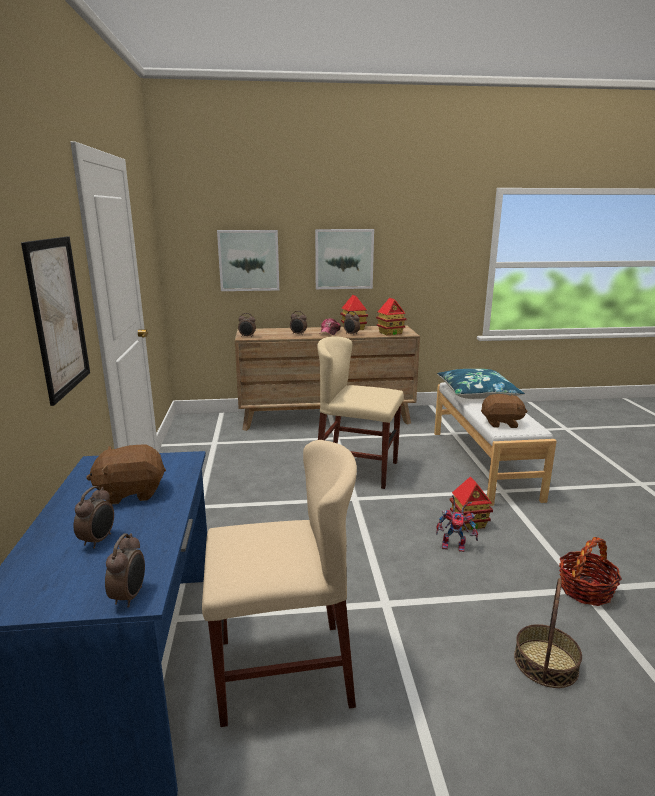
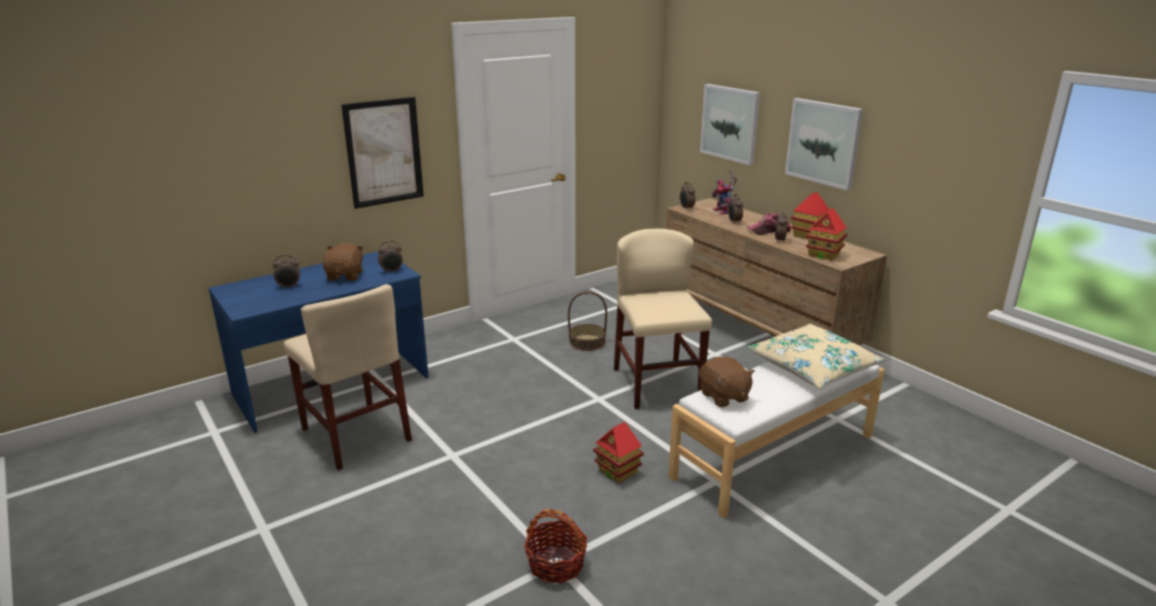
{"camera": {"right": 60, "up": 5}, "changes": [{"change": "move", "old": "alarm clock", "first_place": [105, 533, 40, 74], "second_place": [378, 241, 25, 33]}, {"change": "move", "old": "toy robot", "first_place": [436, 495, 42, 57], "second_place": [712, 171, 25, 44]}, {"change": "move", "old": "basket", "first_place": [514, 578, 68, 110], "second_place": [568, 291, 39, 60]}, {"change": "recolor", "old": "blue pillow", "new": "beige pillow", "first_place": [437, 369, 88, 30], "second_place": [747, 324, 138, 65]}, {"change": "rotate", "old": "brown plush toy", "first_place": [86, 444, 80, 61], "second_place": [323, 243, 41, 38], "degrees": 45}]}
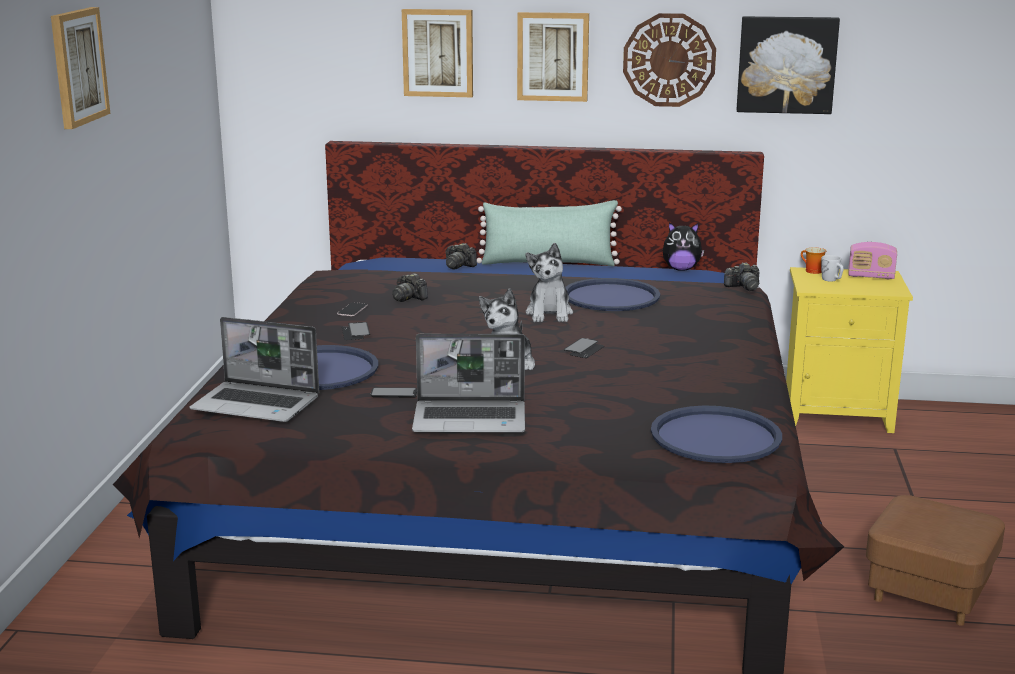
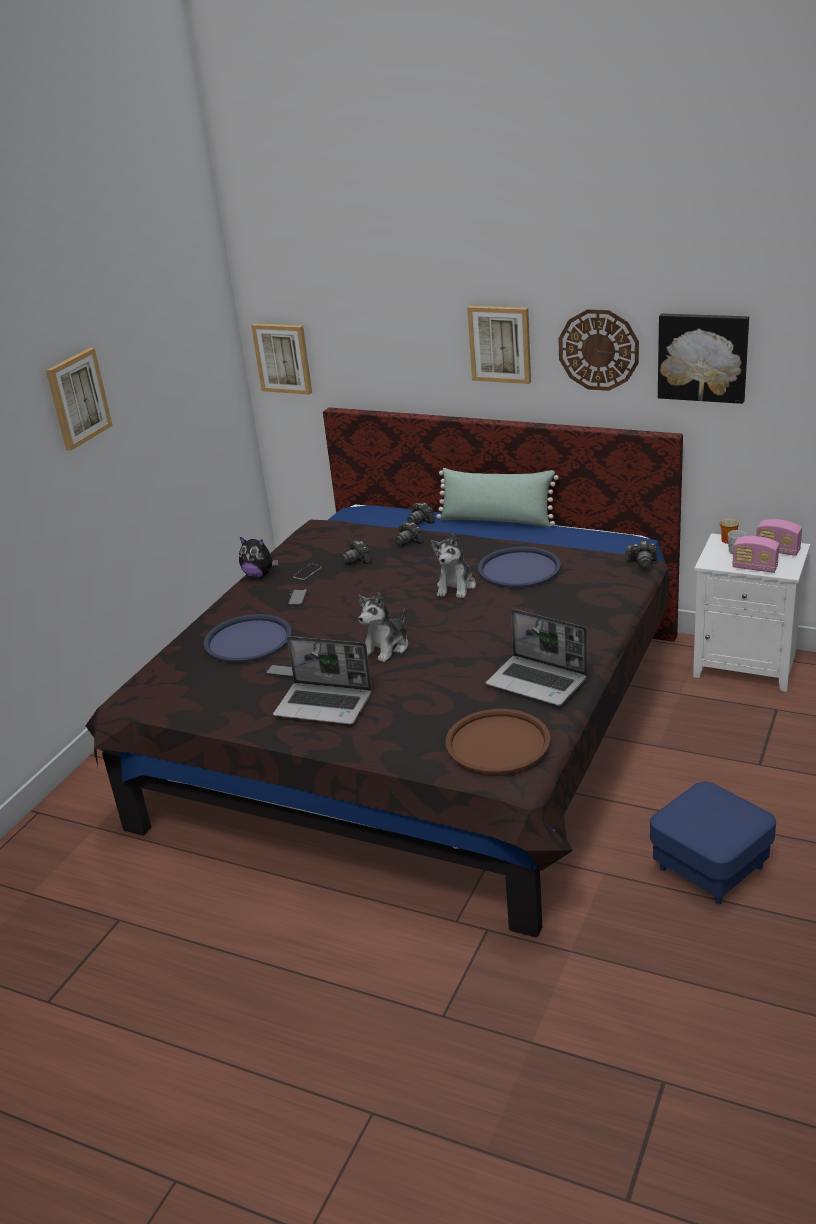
{"camera": {"right": 20, "up": 10}, "changes": [{"change": "delete", "old": "phone", "first_place": [563, 338, 41, 20]}, {"change": "insert", "new": "photo camera", "second_place": [395, 522, 29, 24]}, {"change": "insert", "new": "radio", "second_place": [732, 536, 47, 37]}, {"change": "move", "old": "laptop", "first_place": [189, 317, 130, 105], "second_place": [486, 609, 102, 97]}, {"change": "move", "old": "picture", "first_place": [402, 9, 71, 88], "second_place": [251, 324, 61, 71]}, {"change": "move", "old": "plush toy", "first_place": [663, 222, 41, 49], "second_place": [239, 537, 39, 41]}, {"change": "recolor", "old": "blue tray", "new": "brown tray", "first_place": [651, 405, 131, 58], "second_place": [446, 709, 105, 65]}, {"change": "recolor", "old": "yellow nightstand", "new": "white nightstand", "first_place": [786, 267, 127, 166], "second_place": [693, 533, 117, 159]}, {"change": "recolor", "old": "brown ottoman", "new": "blue ottoman", "first_place": [866, 495, 139, 131], "second_place": [650, 782, 126, 122]}]}
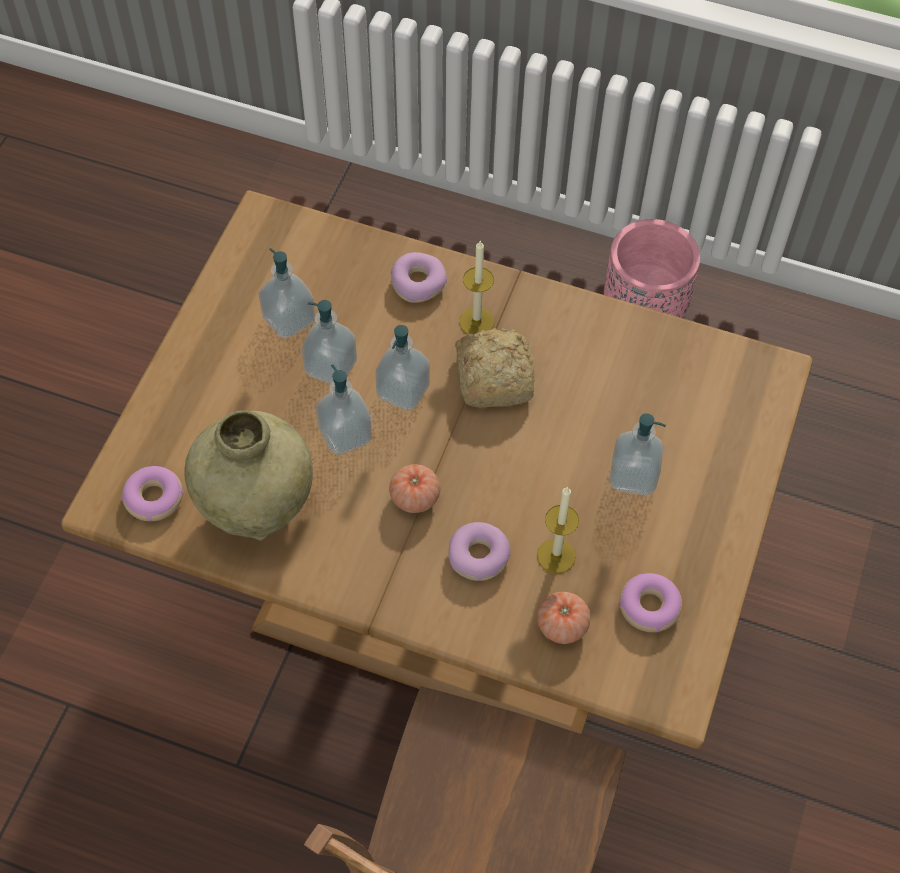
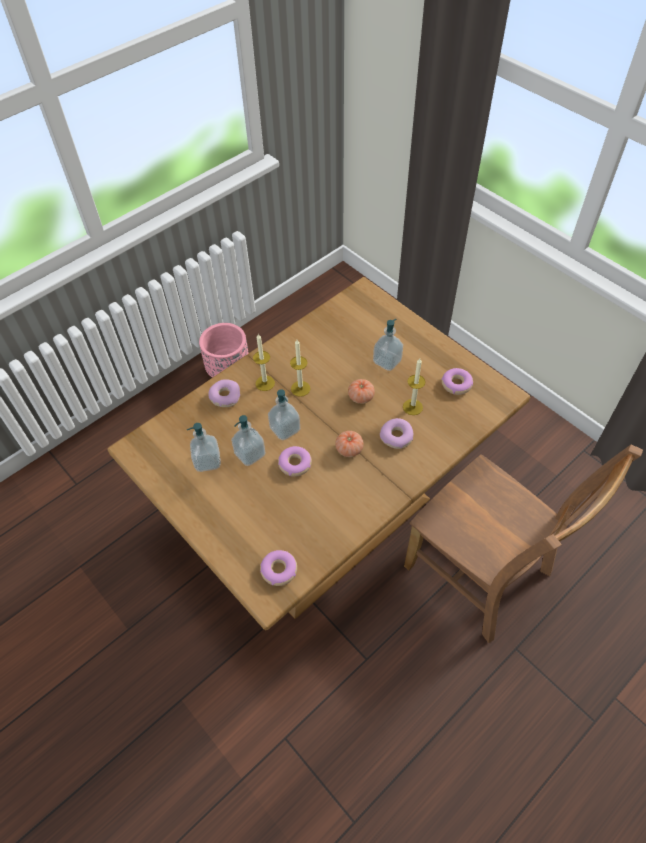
{"camera": {"right": -60, "up": -5}, "changes": [{"change": "delete", "old": "beige vase", "first_place": [184, 410, 129, 131]}, {"change": "move", "old": "tomato", "first_place": [537, 592, 54, 52], "second_place": [348, 379, 27, 25]}, {"change": "replace", "old": "soap dispenser", "new": "donut", "first_place": [316, 365, 56, 90], "second_place": [278, 446, 34, 31]}, {"change": "replace", "old": "bread", "new": "candle", "first_place": [455, 328, 80, 80], "second_place": [290, 340, 21, 57]}]}
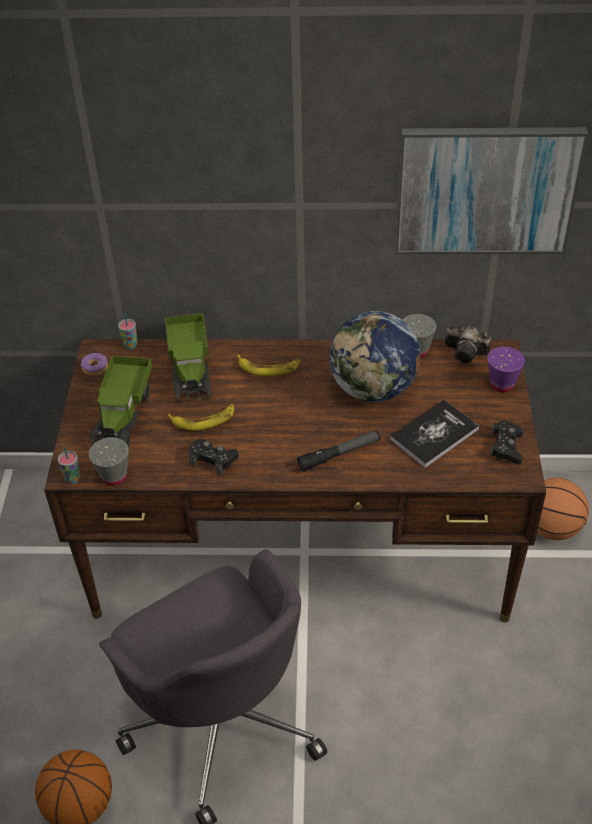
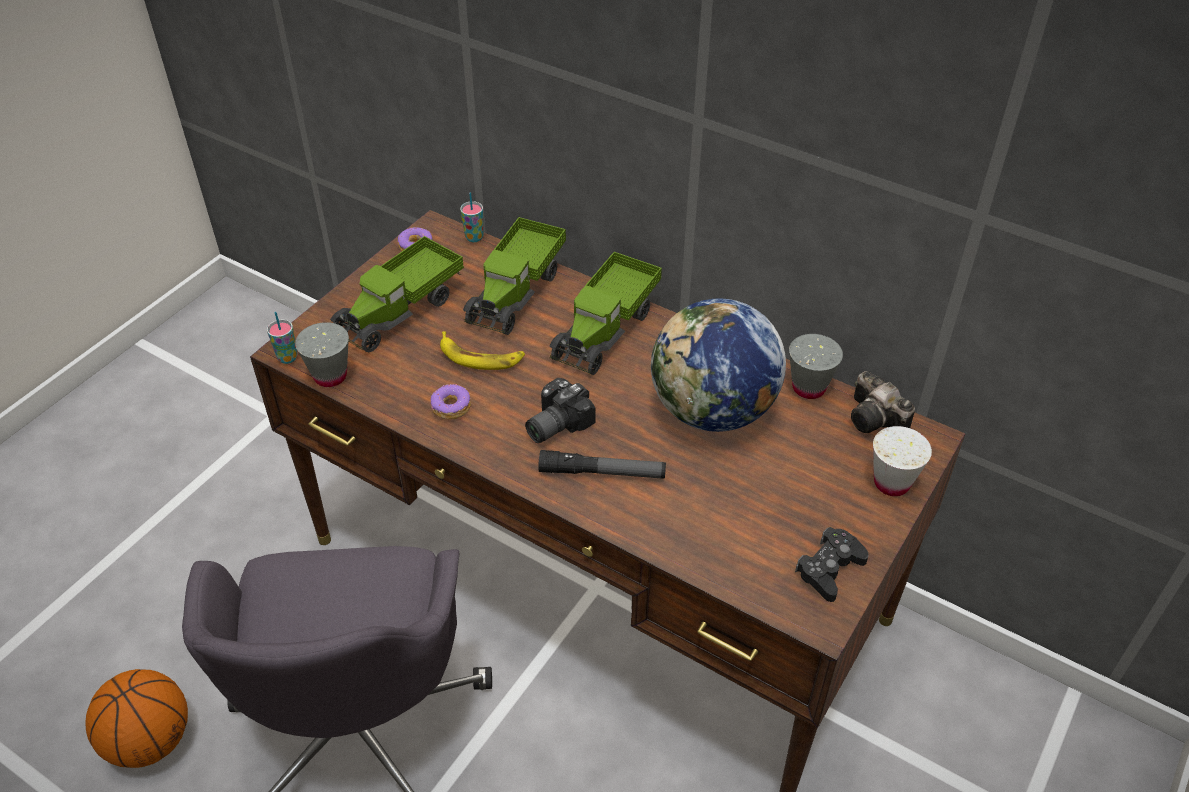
{"camera": {"right": 30, "up": 0}, "changes": [{"change": "delete", "old": "book", "first_place": [390, 400, 89, 68]}, {"change": "delete", "old": "picture", "first_place": [395, 127, 193, 127]}, {"change": "delete", "old": "basketball", "first_place": [537, 478, 52, 62]}, {"change": "insert", "new": "photo camera", "second_place": [525, 378, 71, 65]}, {"change": "replace", "old": "black game controller", "new": "donut", "first_place": [189, 439, 50, 36], "second_place": [431, 384, 40, 35]}, {"change": "replace", "old": "banana", "new": "toy truck", "first_place": [237, 355, 63, 21], "second_place": [550, 252, 112, 123]}, {"change": "recolor", "old": "purple cup", "new": "white cup", "first_place": [488, 347, 37, 46], "second_place": [873, 426, 59, 70]}]}
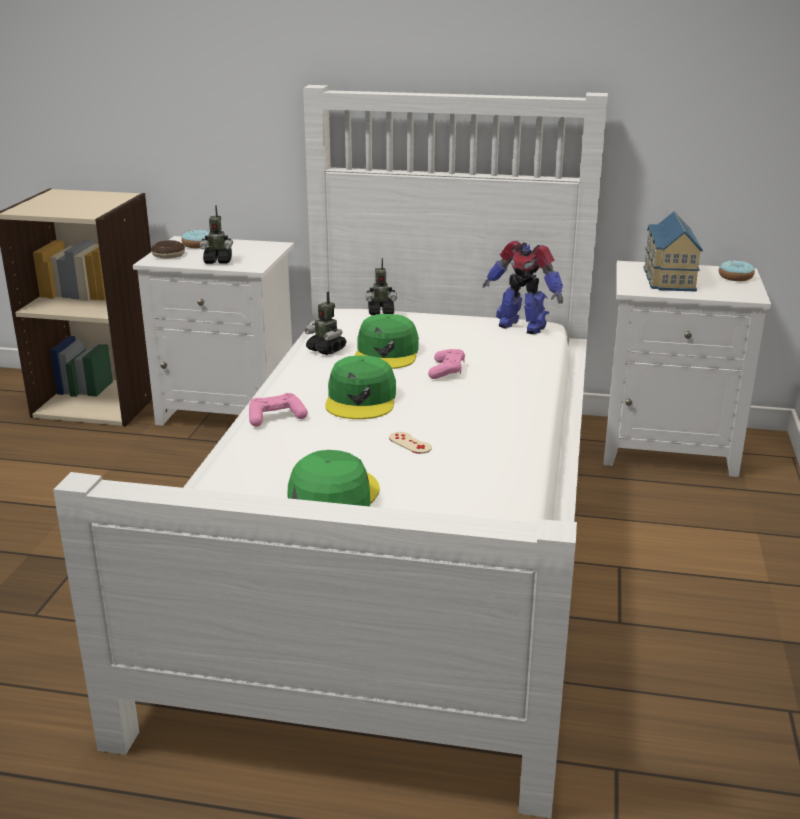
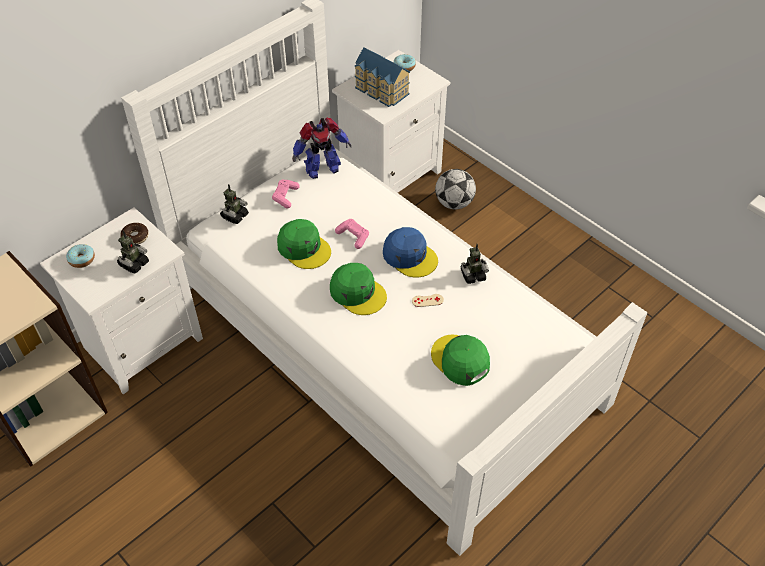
{"camera": {"right": -55, "up": 25}, "changes": [{"change": "insert", "new": "blue cap", "second_place": [383, 227, 55, 50]}, {"change": "insert", "new": "football", "second_place": [435, 169, 41, 41]}, {"change": "move", "old": "donut", "first_place": [151, 240, 34, 19], "second_place": [120, 223, 29, 21]}, {"change": "move", "old": "pink game controller", "first_place": [249, 393, 59, 34], "second_place": [272, 180, 28, 28]}, {"change": "move", "old": "toy robot", "first_place": [305, 291, 42, 64], "second_place": [461, 244, 28, 40]}]}
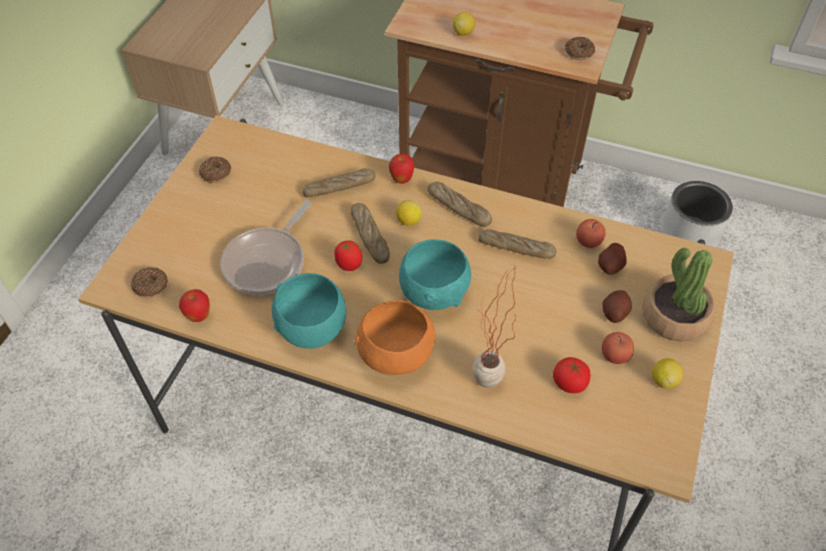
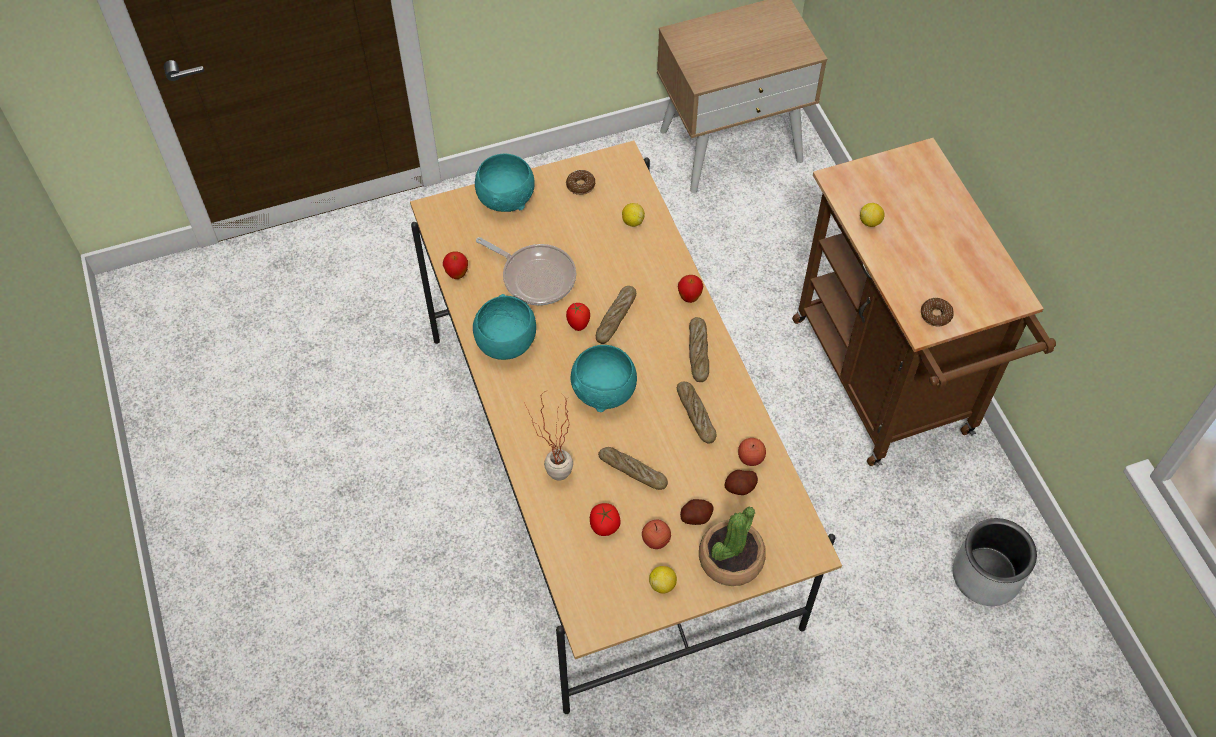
{"camera": {"right": 50, "up": 5}, "changes": [{"change": "delete", "old": "donut", "first_place": [131, 267, 37, 31]}, {"change": "delete", "old": "orange bowl", "first_place": [355, 300, 80, 75]}, {"change": "insert", "new": "turquoise bowl", "second_place": [475, 153, 60, 59]}, {"change": "move", "old": "bread", "first_place": [303, 168, 72, 29], "second_place": [598, 447, 70, 43]}, {"change": "move", "old": "lemon", "first_place": [396, 200, 26, 26], "second_place": [622, 203, 23, 24]}, {"change": "rotate", "old": "frying pan", "first_place": [220, 200, 92, 95], "second_place": [476, 237, 100, 69], "degrees": -135}]}
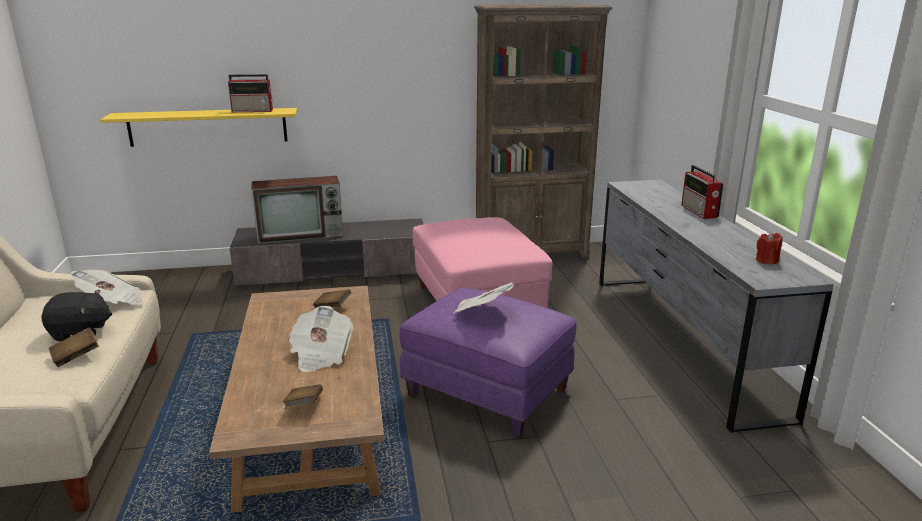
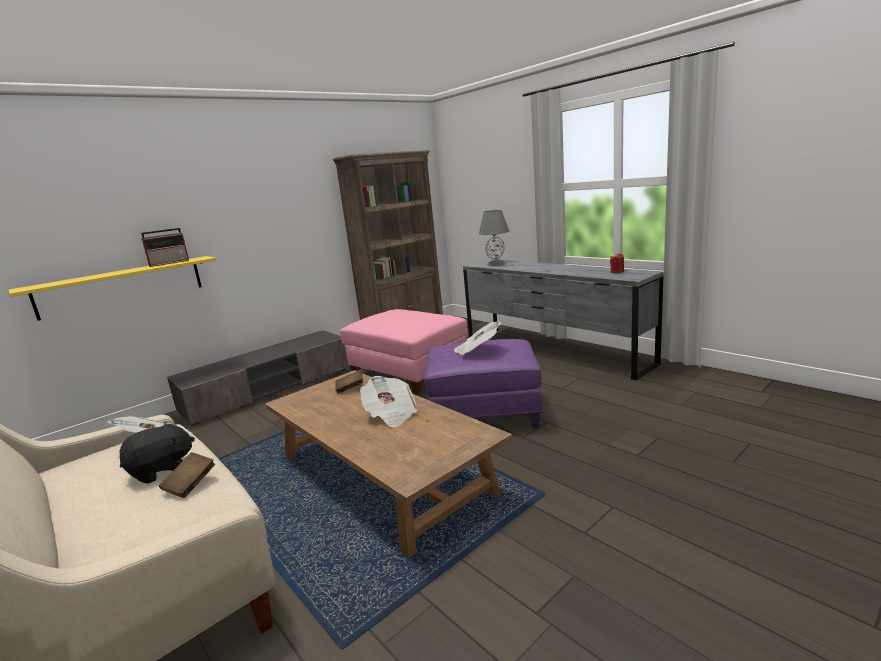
{"camera": {"right": -30, "up": -5}, "changes": [{"change": "delete", "old": "television", "first_place": [251, 176, 92, 68]}, {"change": "delete", "old": "brown book", "first_place": [283, 384, 40, 25]}, {"change": "delete", "old": "radio", "first_place": [681, 165, 43, 54]}, {"change": "insert", "new": "grey table lamp", "second_place": [479, 210, 30, 56]}]}
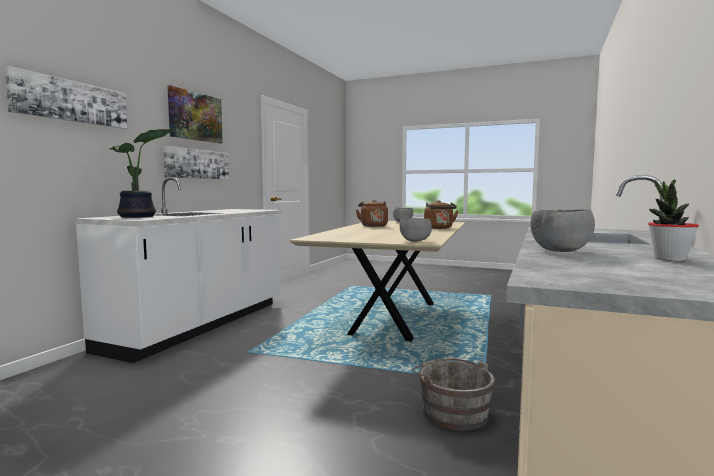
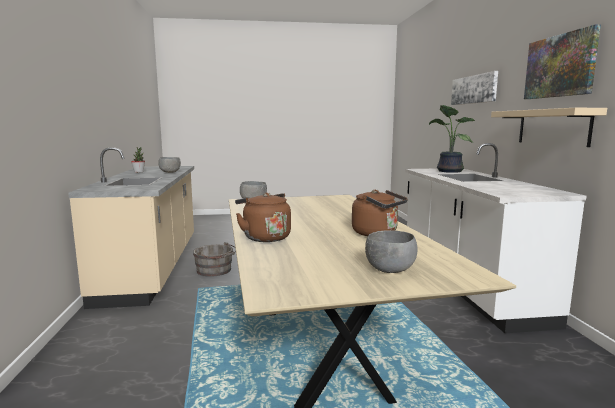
{"camera": {"right": 150, "up": 5}, "changes": [{"change": "replace", "old": "picture", "new": "beige shelf", "first_place": [163, 146, 66, 33], "second_place": [491, 108, 116, 39]}]}
